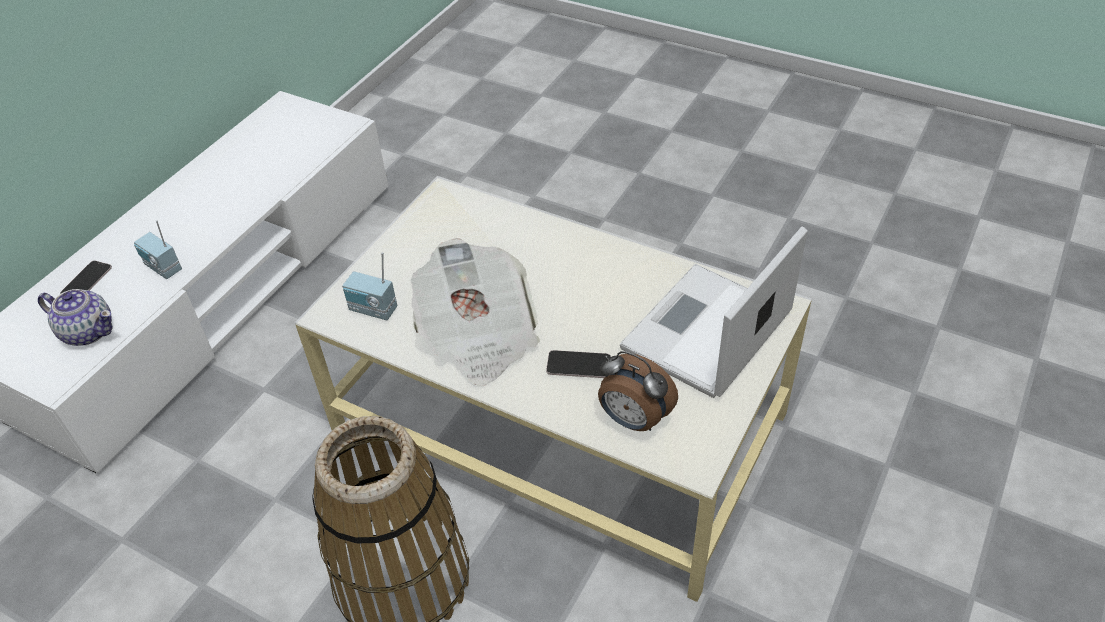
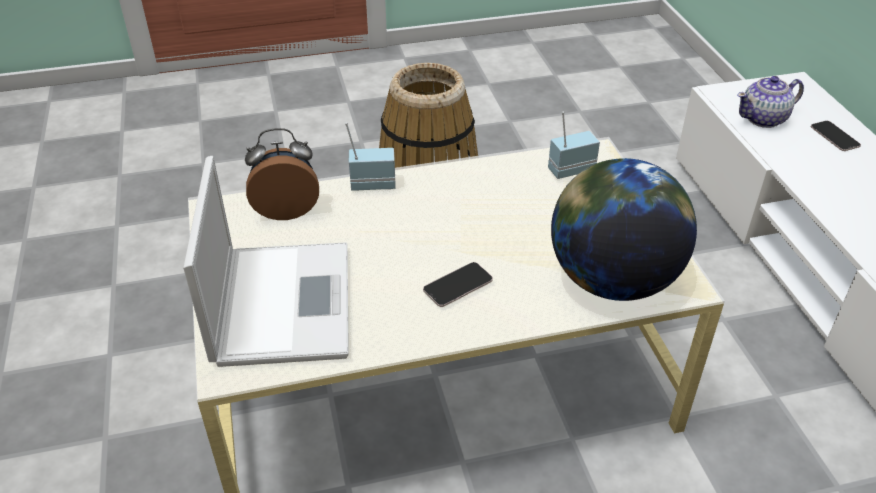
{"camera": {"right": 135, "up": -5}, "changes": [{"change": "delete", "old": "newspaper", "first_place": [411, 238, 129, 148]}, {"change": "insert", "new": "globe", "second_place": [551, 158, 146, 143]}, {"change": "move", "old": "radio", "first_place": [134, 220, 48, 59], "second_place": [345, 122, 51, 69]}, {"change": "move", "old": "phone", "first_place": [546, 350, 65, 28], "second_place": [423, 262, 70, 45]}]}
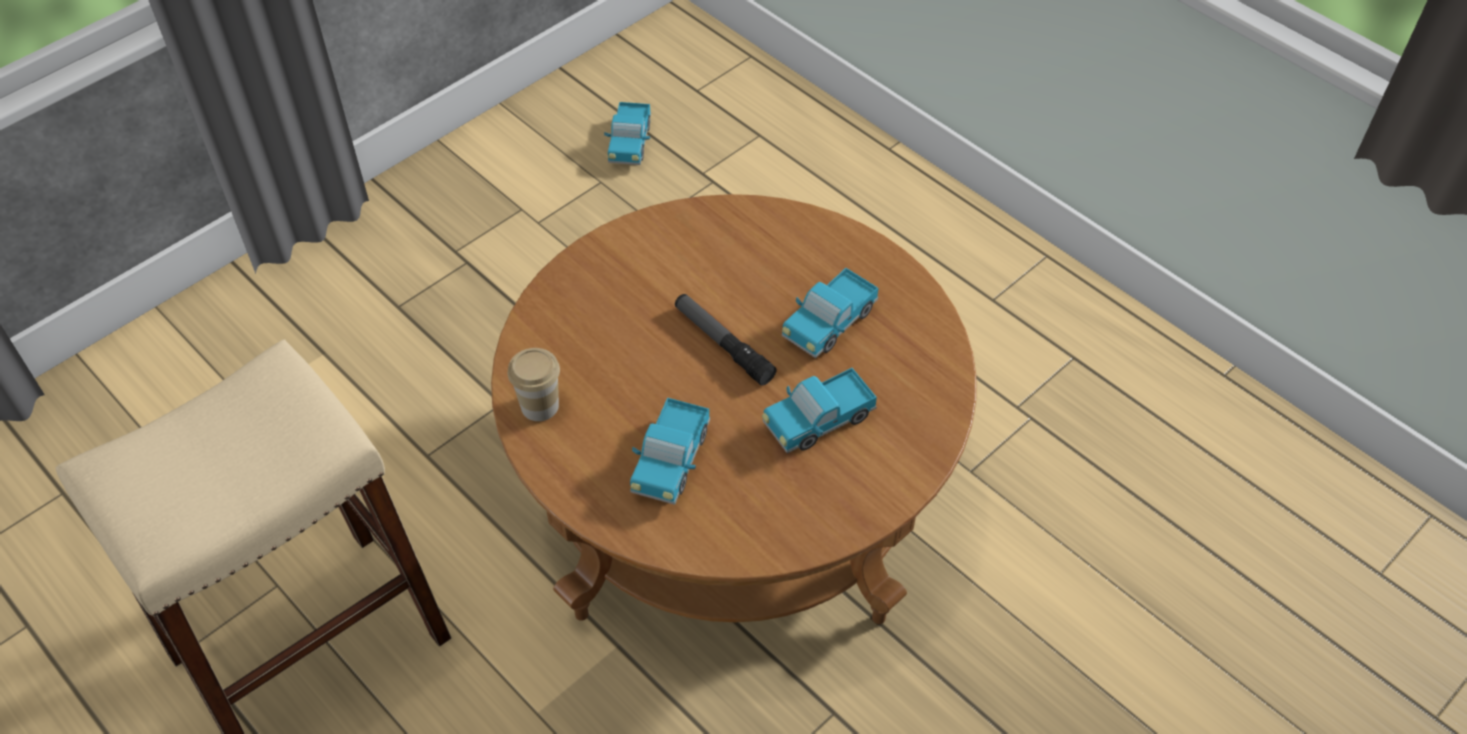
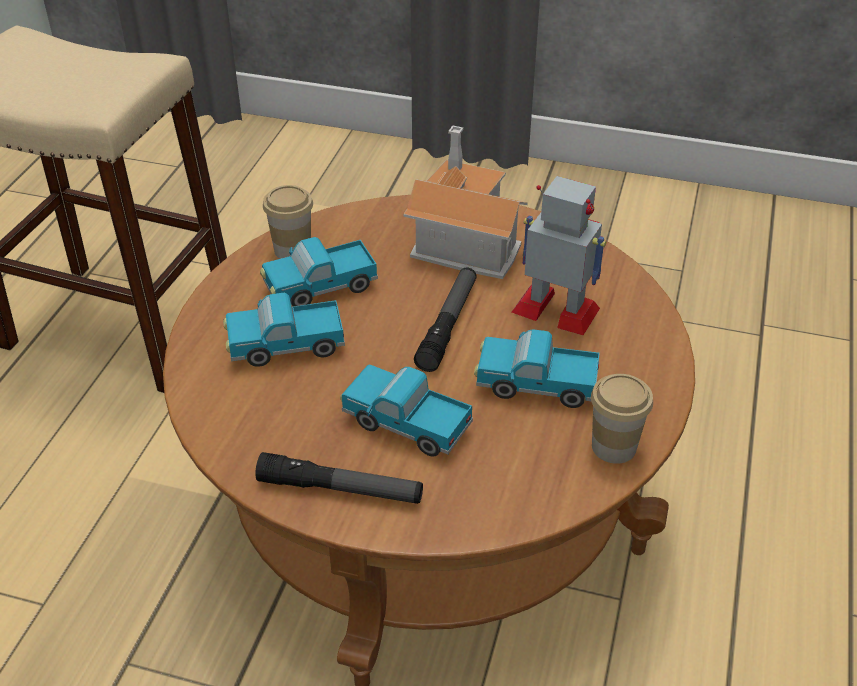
{"camera": {"right": 60, "up": -10}, "changes": [{"change": "insert", "new": "flashlight", "second_place": [255, 452, 168, 52]}, {"change": "insert", "new": "toy house", "second_place": [403, 125, 125, 154]}, {"change": "insert", "new": "toy robot", "second_place": [512, 176, 95, 159]}, {"change": "insert", "new": "cup", "second_place": [591, 374, 62, 90]}, {"change": "move", "old": "toy truck", "first_place": [604, 102, 47, 63], "second_place": [260, 237, 118, 69]}]}
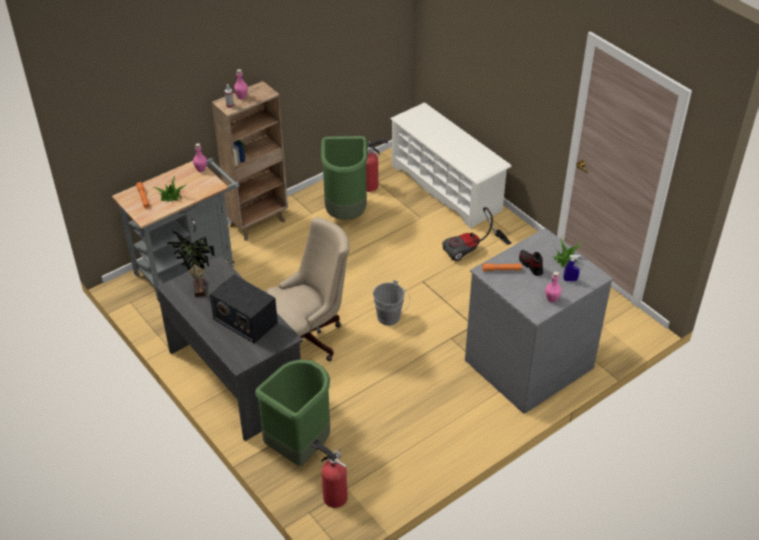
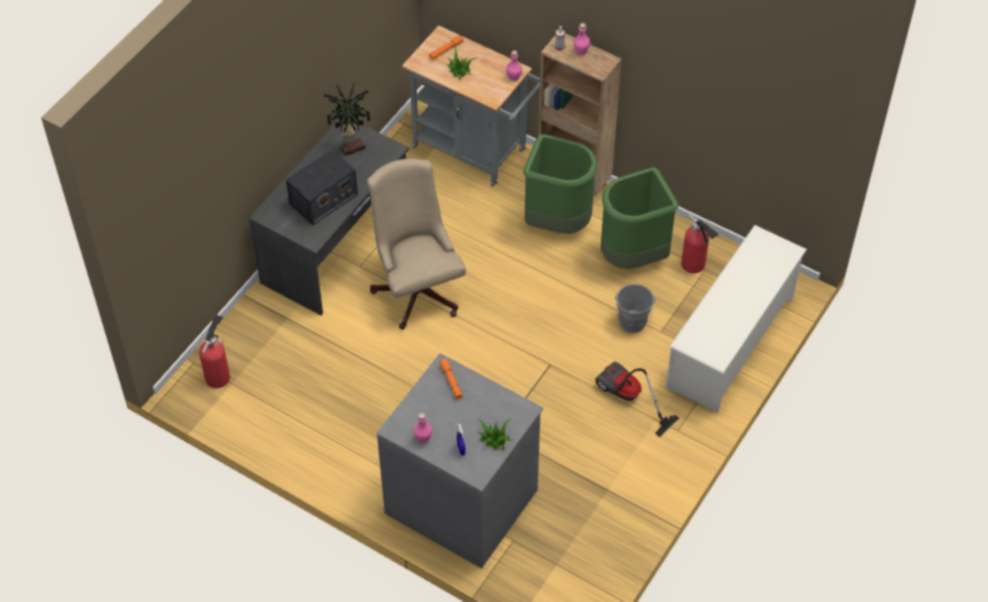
{"camera": {"right": 70, "up": 10}, "changes": [{"change": "delete", "old": "shoe", "first_place": [519, 250, 24, 26]}, {"change": "move", "old": "green trash can", "first_place": [255, 360, 75, 106], "second_place": [523, 134, 75, 100]}, {"change": "move", "old": "grey bucket", "first_place": [373, 280, 37, 46], "second_place": [615, 284, 41, 49]}, {"change": "rotate", "old": "radio", "first_place": [210, 274, 68, 70], "second_place": [286, 149, 72, 76], "degrees": -150}, {"change": "rotate", "old": "beige office chair", "first_place": [264, 217, 85, 144], "second_place": [367, 159, 99, 171], "degrees": -150}]}
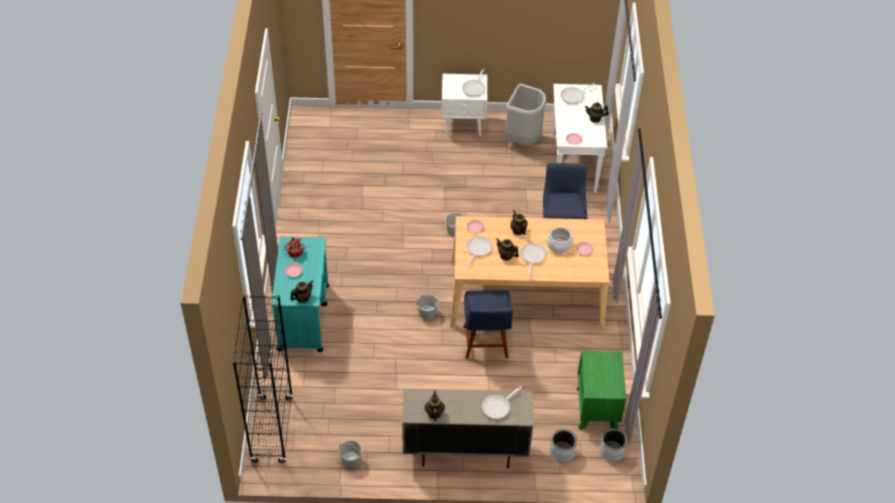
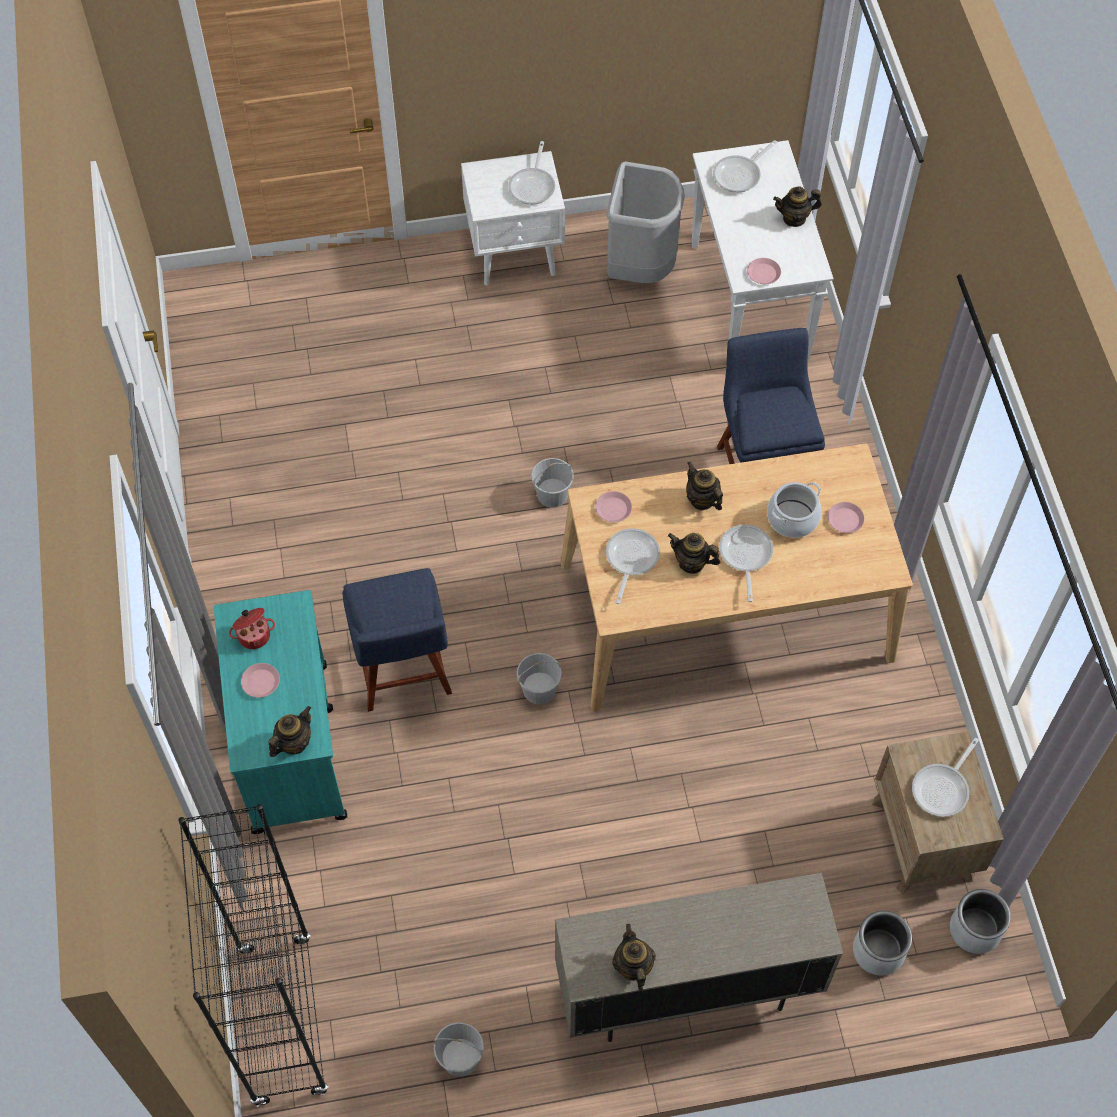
{"camera": {"right": -10, "up": 10}, "changes": [{"change": "move", "old": "blue chair", "first_place": [464, 290, 49, 69], "second_place": [343, 568, 109, 144]}, {"change": "move", "old": "frying pan", "first_place": [482, 386, 40, 33], "second_place": [912, 738, 67, 79]}, {"change": "recolor", "old": "green nightstand", "new": "brown nightstand", "first_place": [576, 351, 50, 79], "second_place": [872, 731, 132, 163]}]}
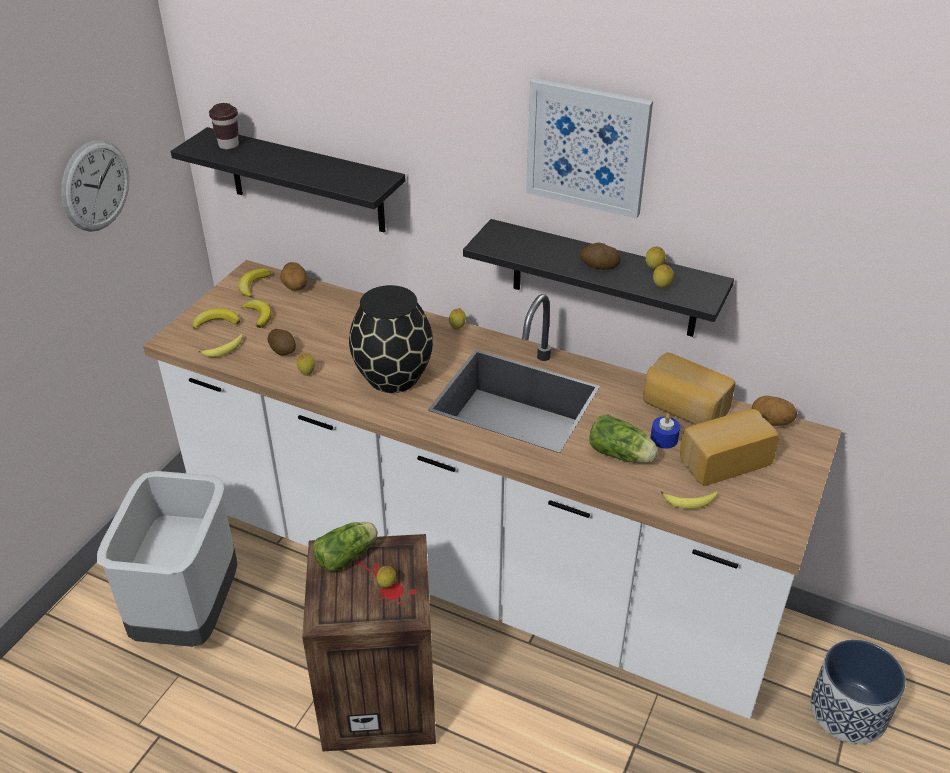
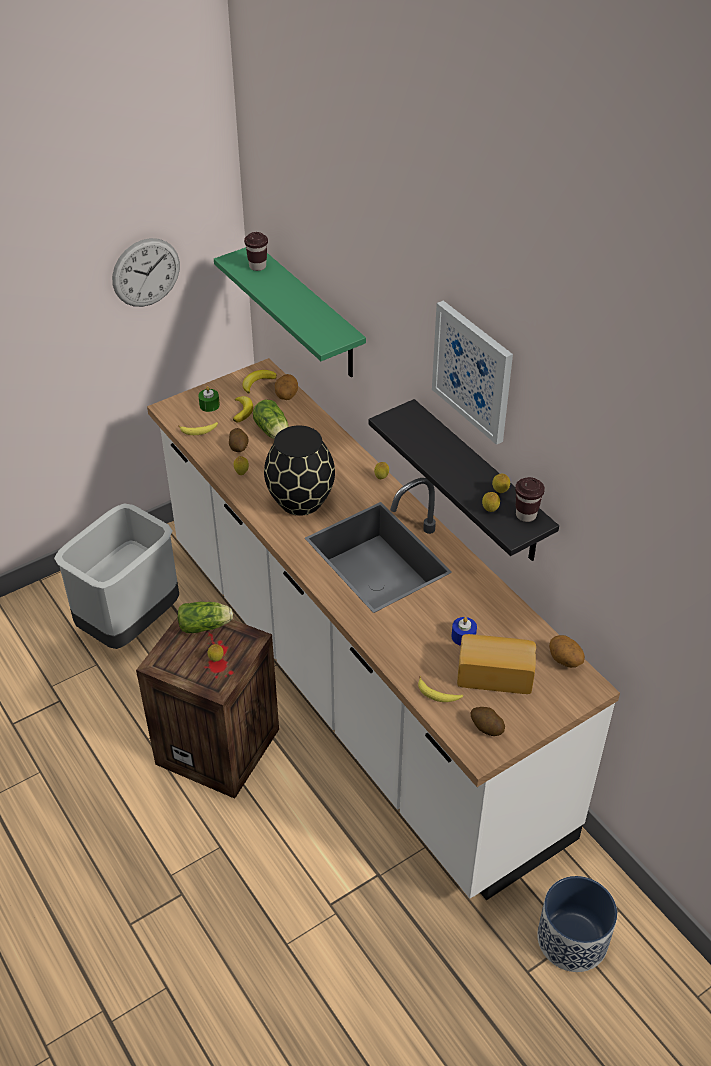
{"camera": {"right": 30, "up": 5}, "changes": [{"change": "delete", "old": "bread", "first_place": [643, 352, 93, 73]}, {"change": "insert", "new": "brown cup", "second_place": [515, 477, 30, 45]}, {"change": "move", "old": "potato", "first_place": [579, 243, 42, 27], "second_place": [470, 707, 35, 29]}, {"change": "move", "old": "lettuce", "first_place": [589, 414, 69, 49], "second_place": [253, 400, 36, 39]}, {"change": "replace", "old": "banana", "new": "green candle", "first_place": [193, 308, 47, 22], "second_place": [198, 386, 22, 26]}, {"change": "recolor", "old": "black shelf", "new": "green shelf", "first_place": [171, 127, 234, 105], "second_place": [214, 247, 152, 130]}]}
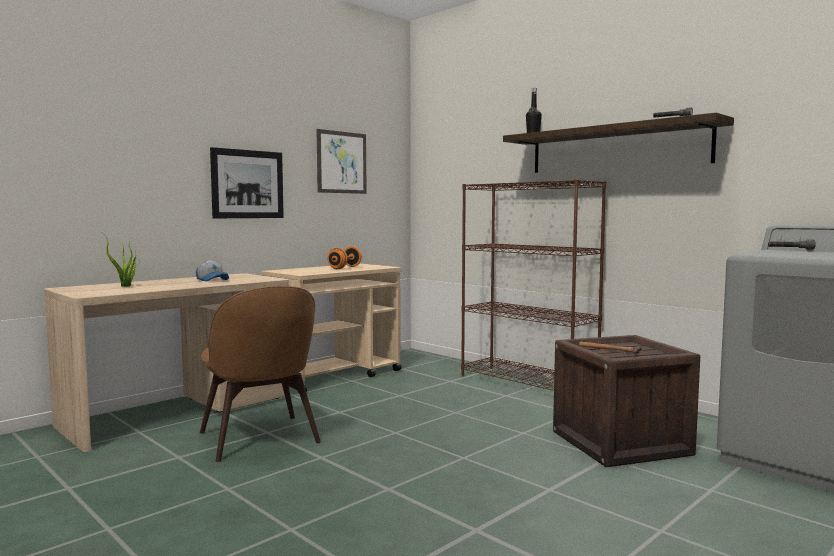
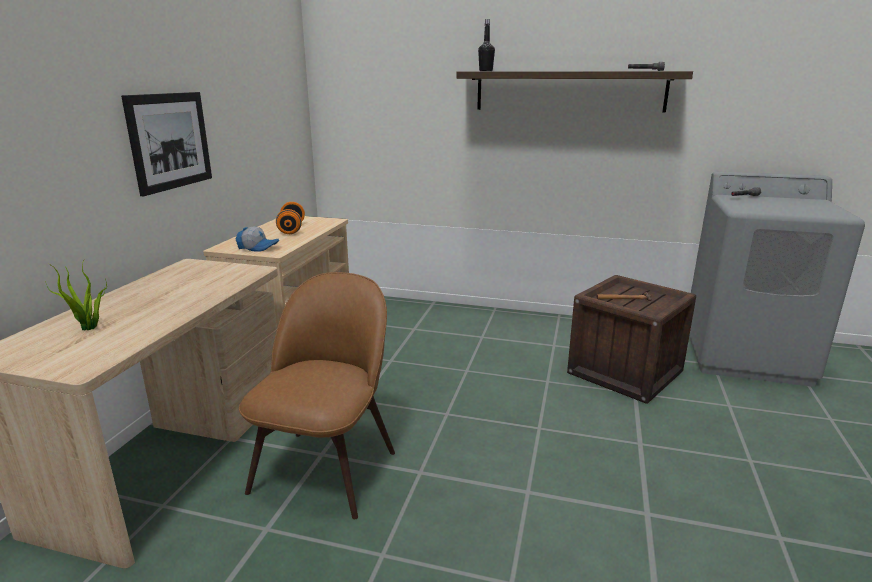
{"camera": {"right": -30, "up": 15}, "changes": [{"change": "delete", "old": "picture", "first_place": [316, 129, 51, 65]}, {"change": "delete", "old": "brown bookcase", "first_place": [461, 179, 145, 212]}, {"change": "move", "old": "cap", "first_place": [196, 260, 33, 21], "second_place": [236, 226, 43, 26]}, {"change": "rotate", "old": "brown chair", "first_place": [200, 286, 121, 176], "second_place": [239, 272, 156, 247], "degrees": -105}]}
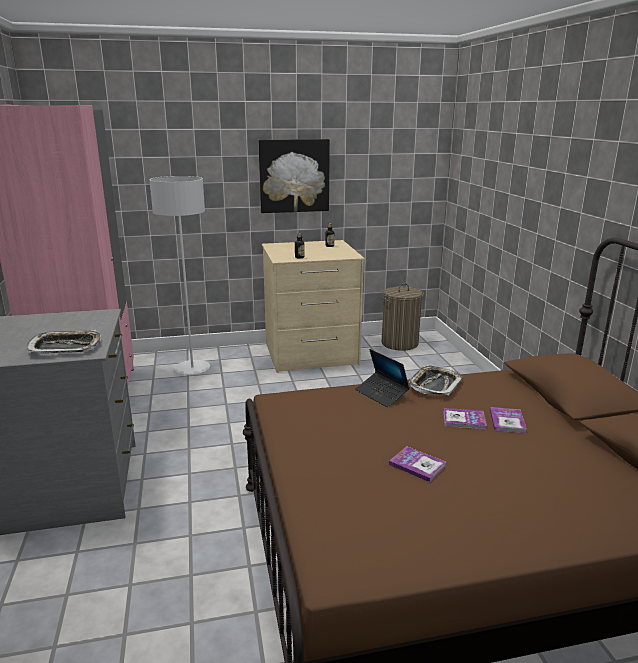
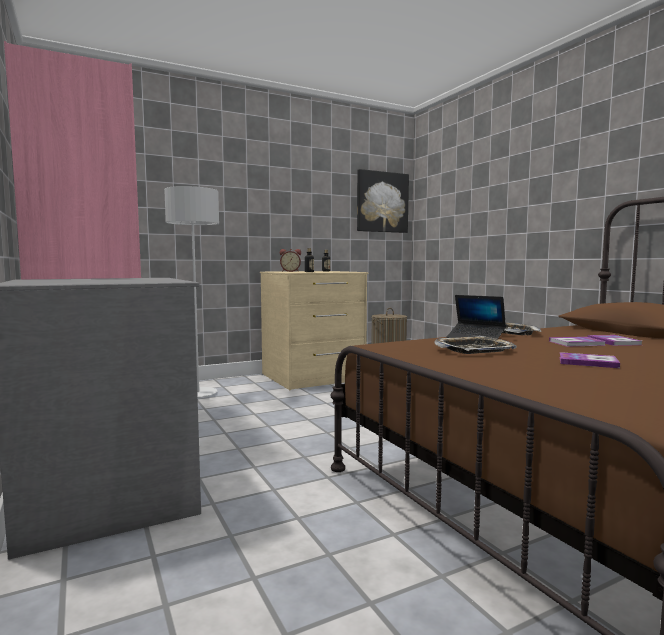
{"camera": {"right": -15, "up": -15}, "changes": [{"change": "insert", "new": "alarm clock", "second_place": [280, 249, 21, 23]}, {"change": "move", "old": "tray", "first_place": [27, 330, 74, 23], "second_place": [434, 336, 83, 18]}, {"change": "move", "old": "picture", "first_place": [258, 139, 72, 74], "second_place": [357, 169, 52, 64]}]}
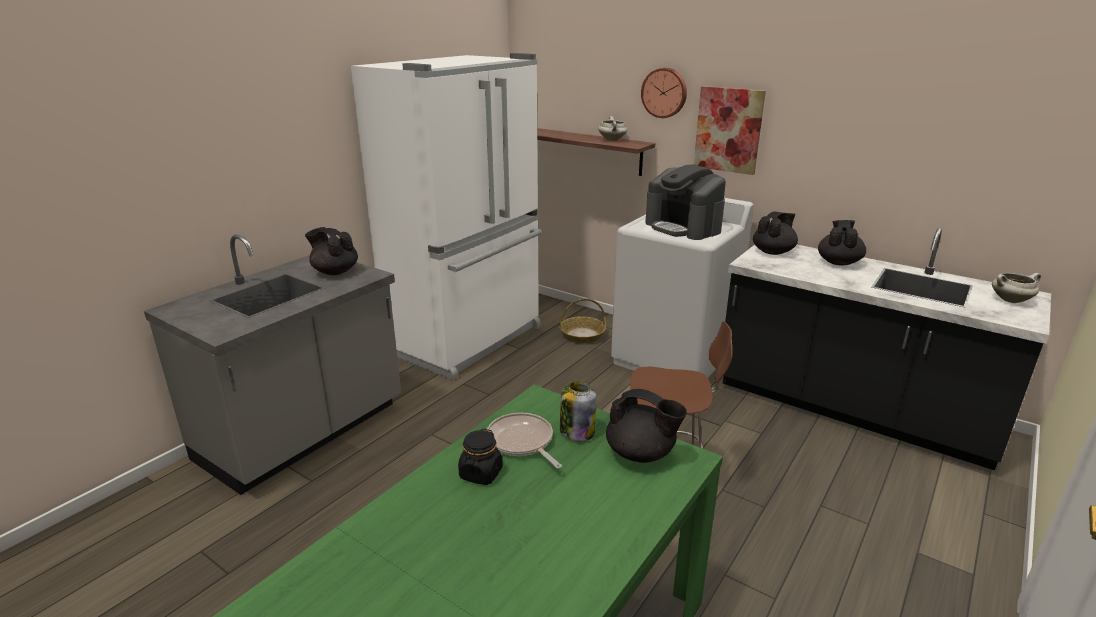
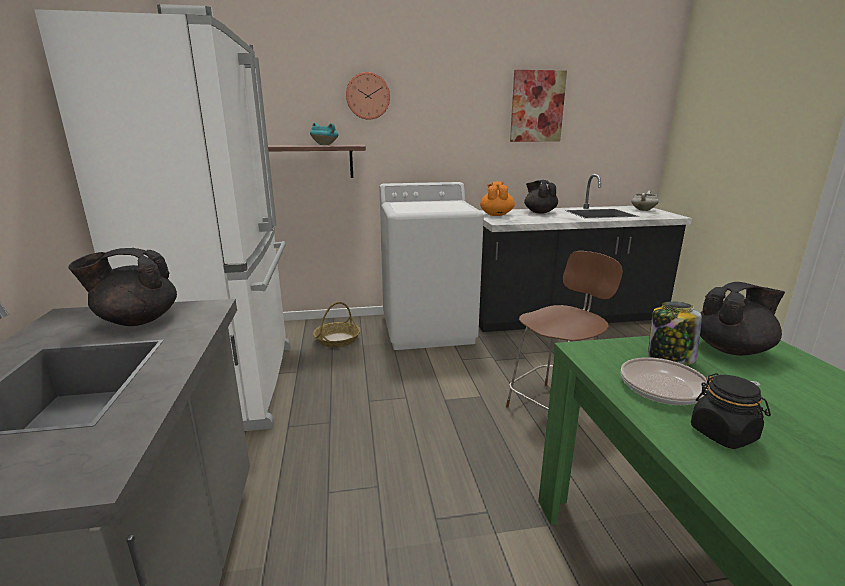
{"camera": {"right": -45, "up": -5}, "changes": [{"change": "delete", "old": "coffee machine", "first_place": [645, 165, 81, 75]}, {"change": "move", "old": "picture", "first_place": [694, 86, 72, 89], "second_place": [510, 70, 57, 72]}, {"change": "recolor", "old": "white cooking pot", "new": "turquoise cooking pot", "first_place": [598, 116, 29, 25], "second_place": [310, 123, 28, 22]}, {"change": "recolor", "old": "black teapot", "new": "orange teapot", "first_place": [753, 212, 45, 43], "second_place": [480, 182, 35, 34]}]}
